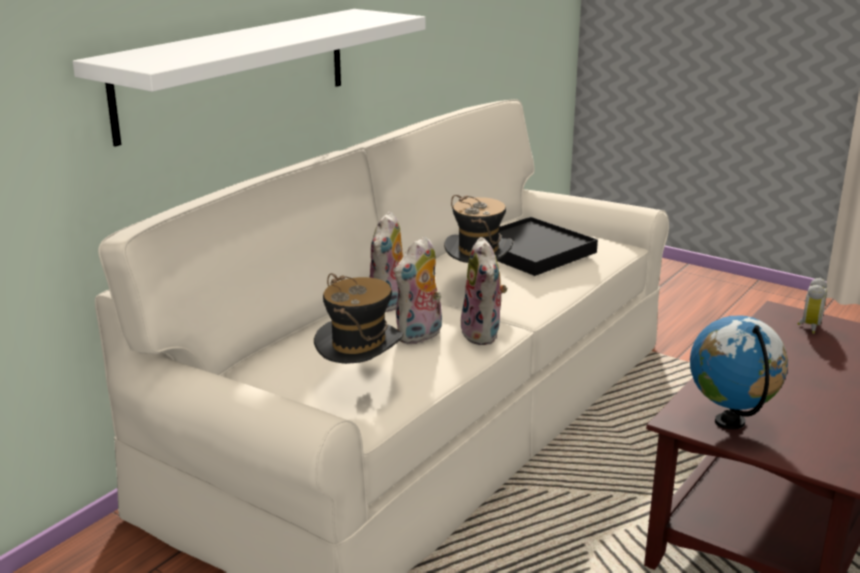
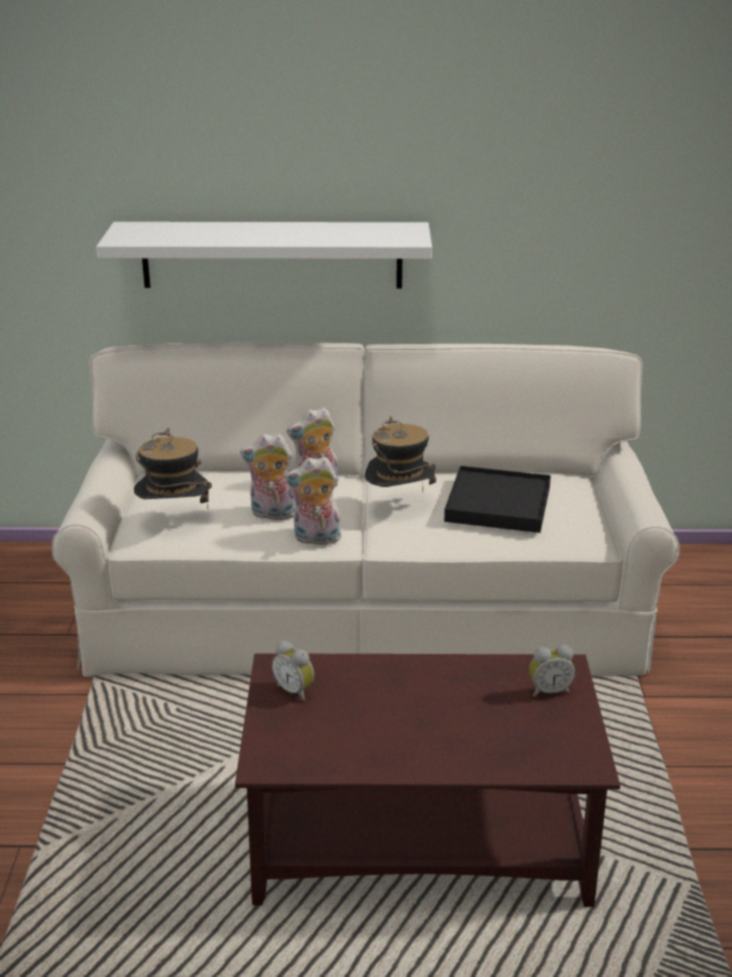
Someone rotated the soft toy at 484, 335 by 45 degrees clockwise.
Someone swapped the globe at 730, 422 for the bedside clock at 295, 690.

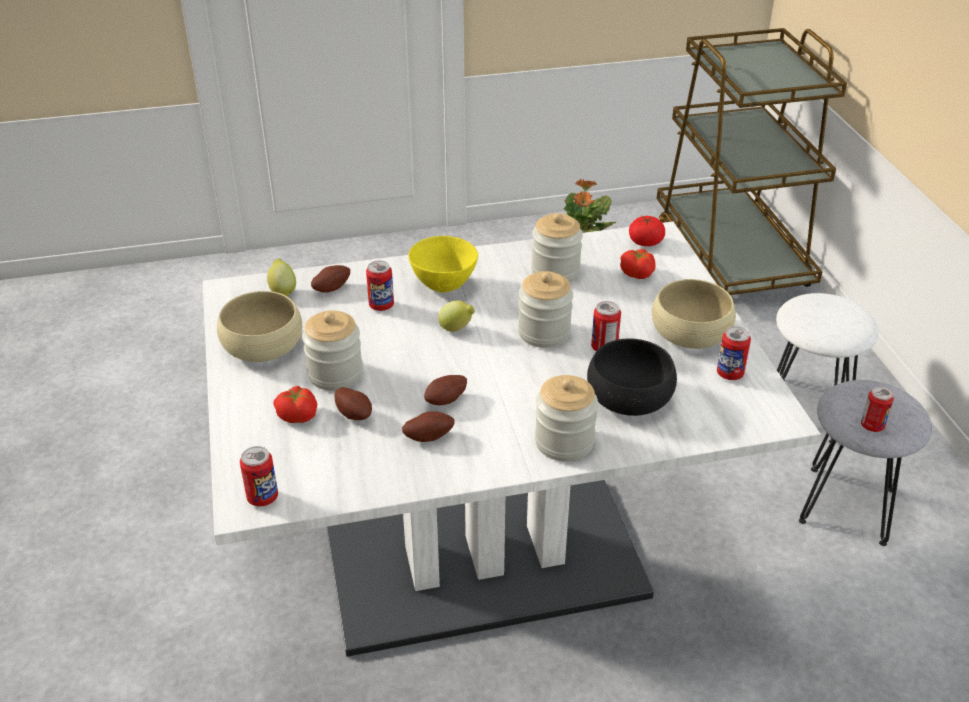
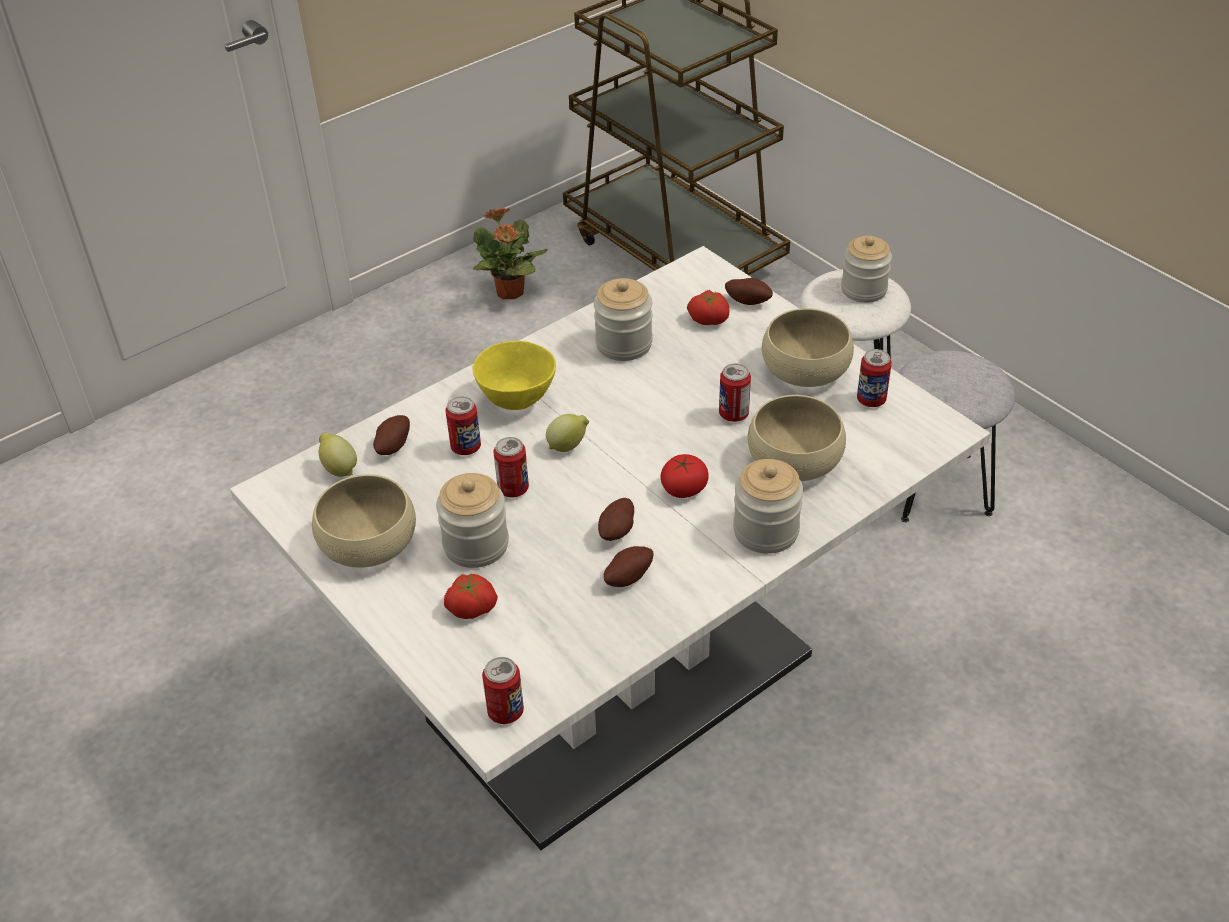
Someone carried the whole potato from 354, 414 to 748, 301.
Someone carried the storage jar from 544, 332 to 863, 289.
Someone repainted the serving bowl (black) at 629, 397, which became the serving bowl (beige-coloured) at 795, 459.
Someone carried the tomato from 645, 242 to 684, 488.
Someone carried the sealed can from 872, 426 to 513, 489.

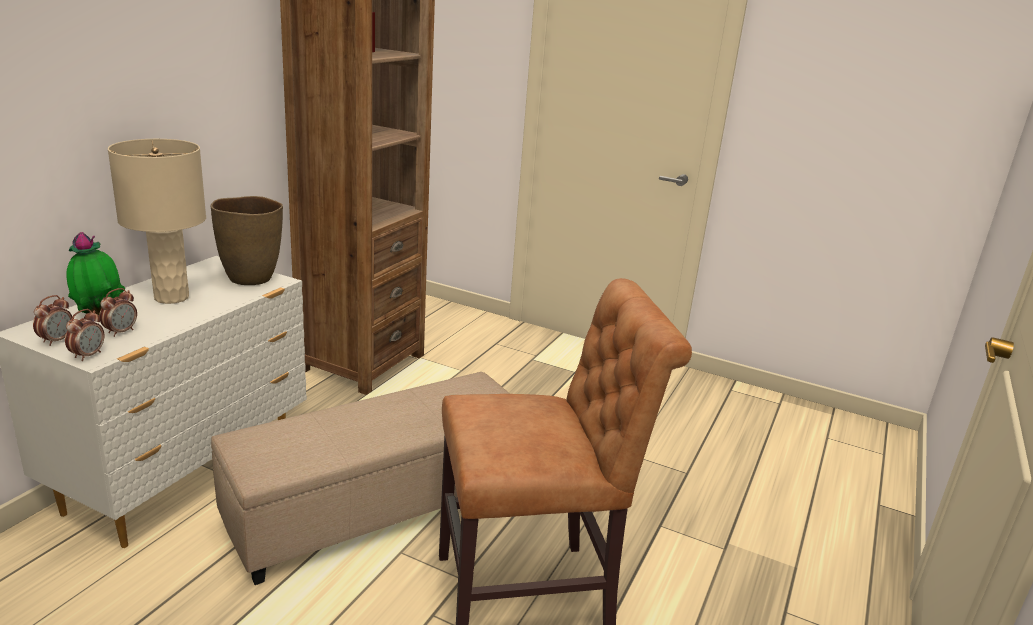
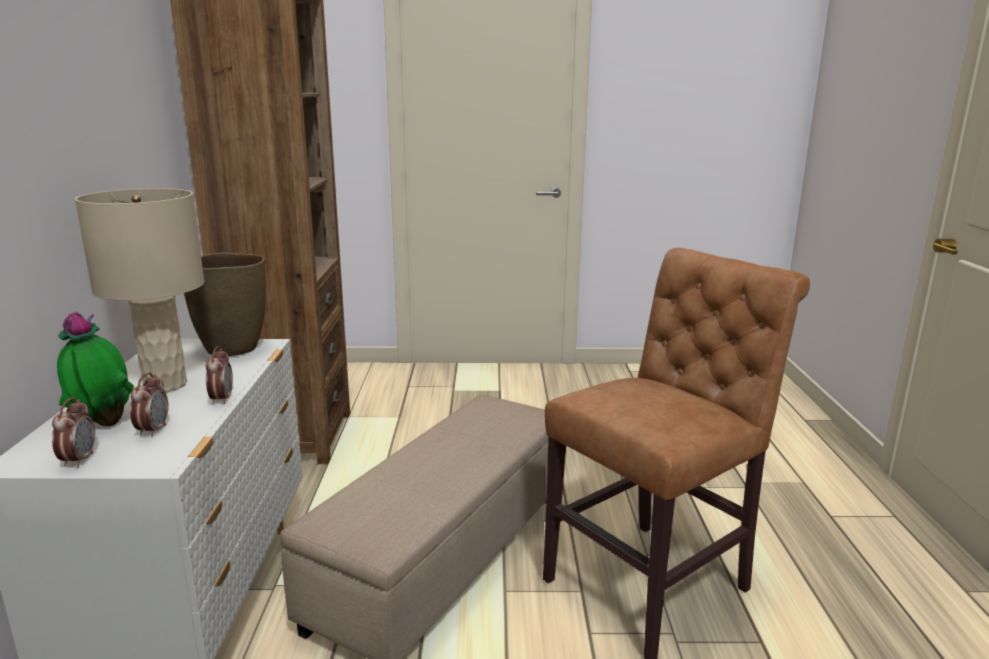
Someone carried the bedside clock from 88, 355 to 221, 399.

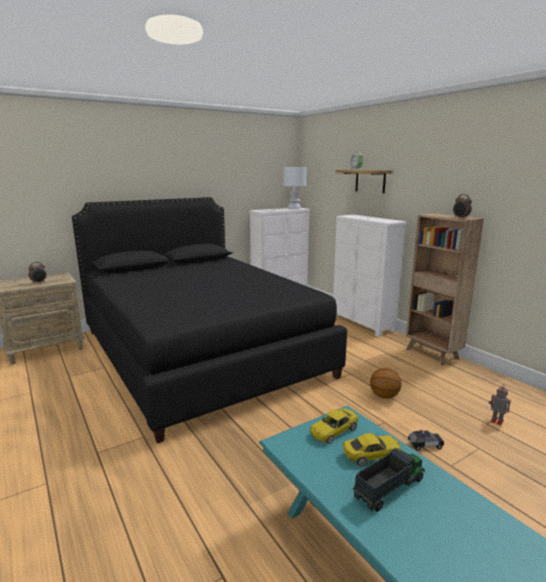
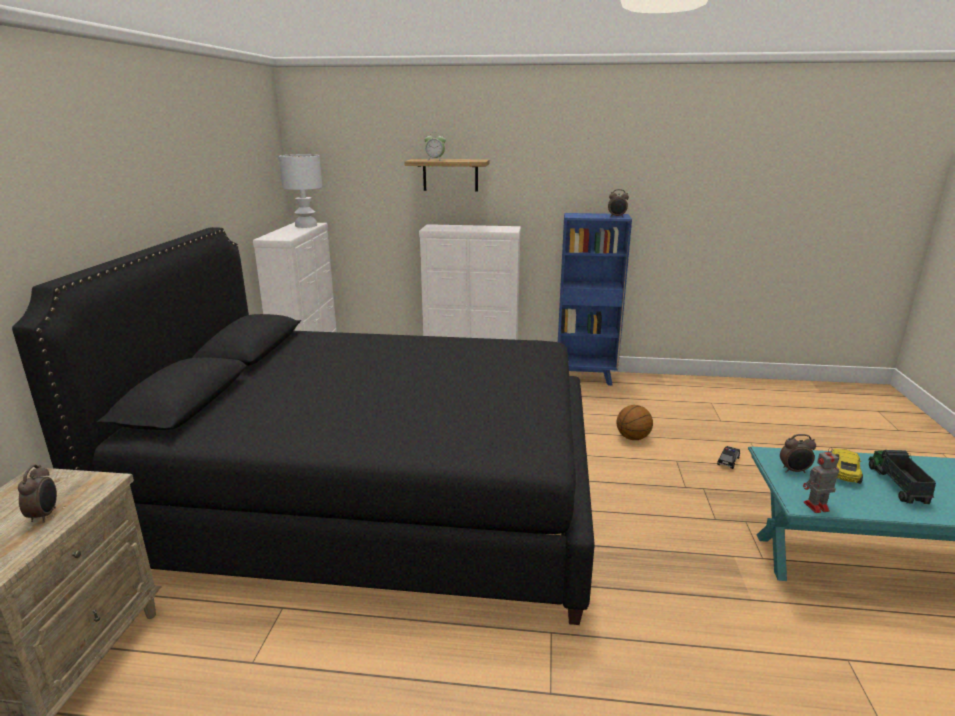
Someone swapped the model car (yellow) at 334, 430 for the bedside clock at 794, 471.
Someone repainted the bookcase (brown) at 433, 354, which became the bookcase (blue-coloured) at 586, 378.
Someone carried the robot figure from 496, 420 to 815, 506.

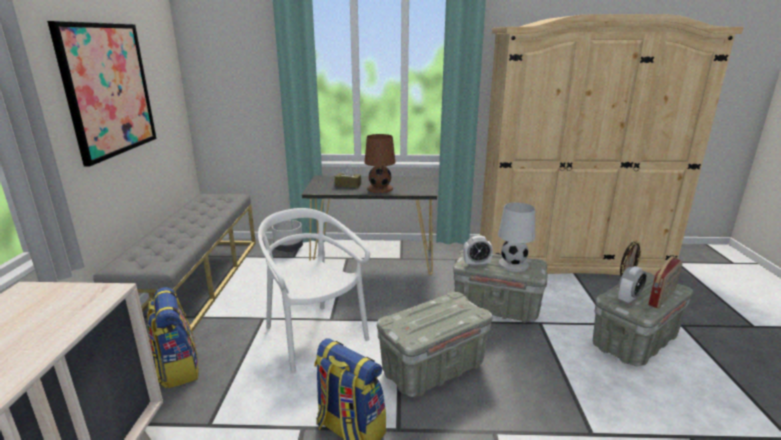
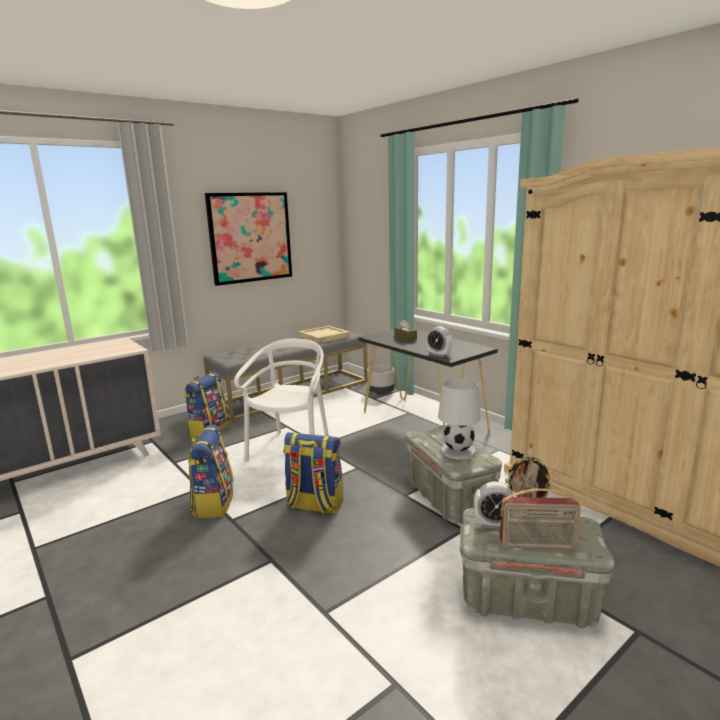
Someone took away the table lamp (brown) at 380, 188.
Someone swapped the storage bin (grey) at 433, 369 for the knapsack at 314, 505.
Someone carried the bedside clock from 476, 264 to 439, 355.
Someone put down the tray (beige-coloured) at 324, 336.

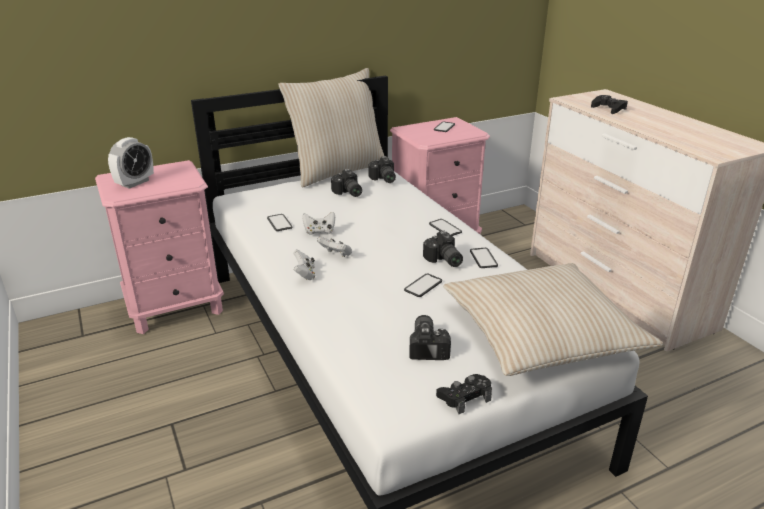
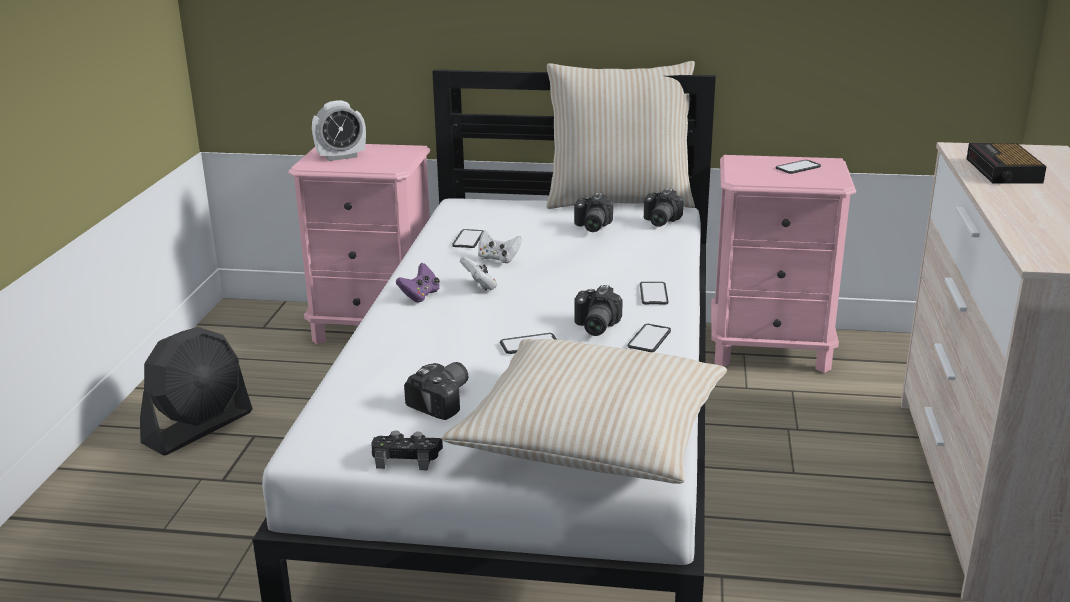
Someone repainted the game controller (whitish) at 305, 274, which became the game controller (purple-coloured) at 420, 296.
Someone swapped the game controller (black) at 609, 109 for the bedside clock at 1004, 171.
Someone put down the fan (black) at 199, 428.

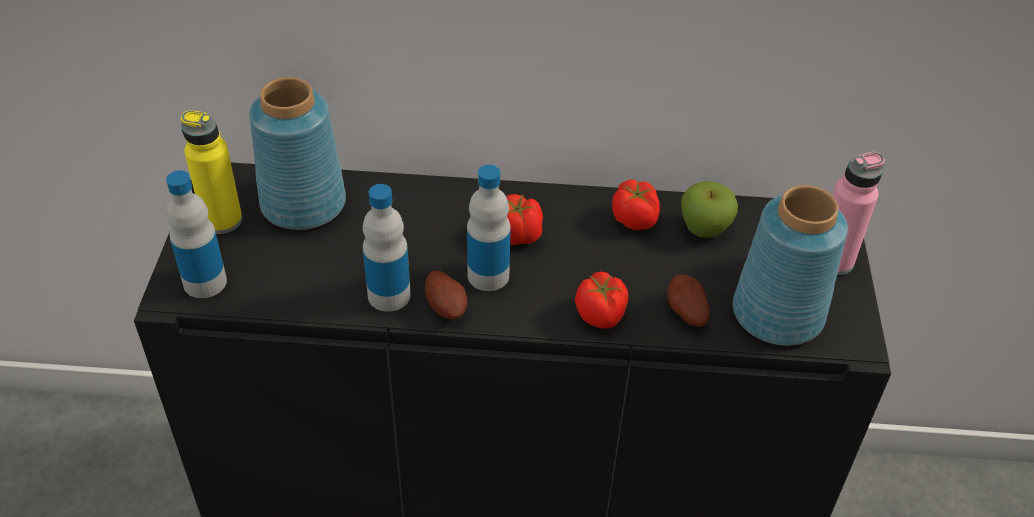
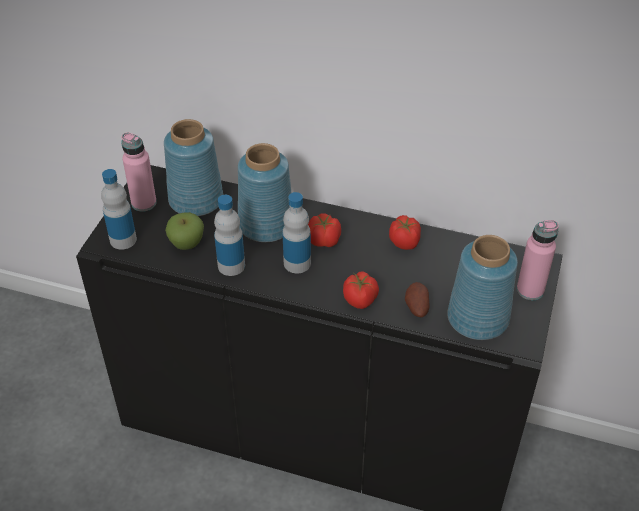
Someone repainted the drink bottle (yellow) at 222, 220, which became the drink bottle (pink) at 144, 203.
Someone took away the whole potato at 447, 307.
Someone carried the apple fruit from 704, 229 to 186, 244.
Someone put down the flower vase (blue-coloured) at 265, 225.

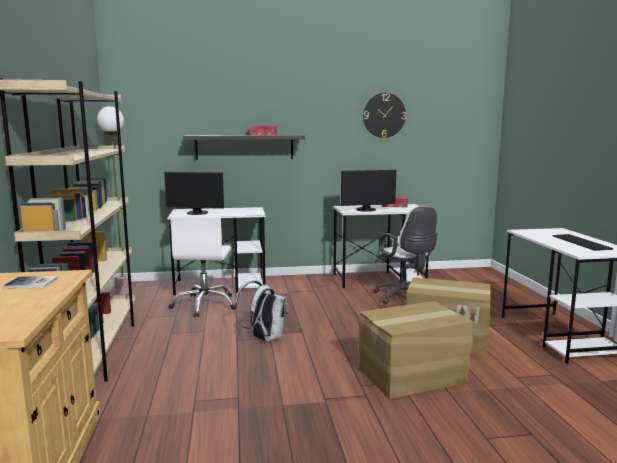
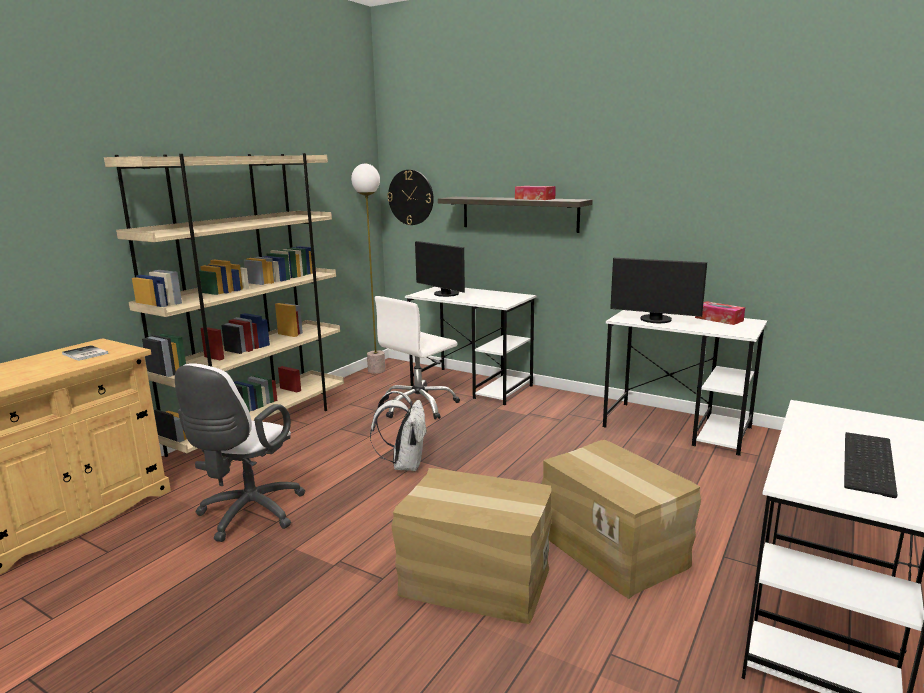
Someone carried the wall clock from 384, 115 to 411, 197.
Someone carried the computer chair (whitish) from 405, 298 to 248, 515.

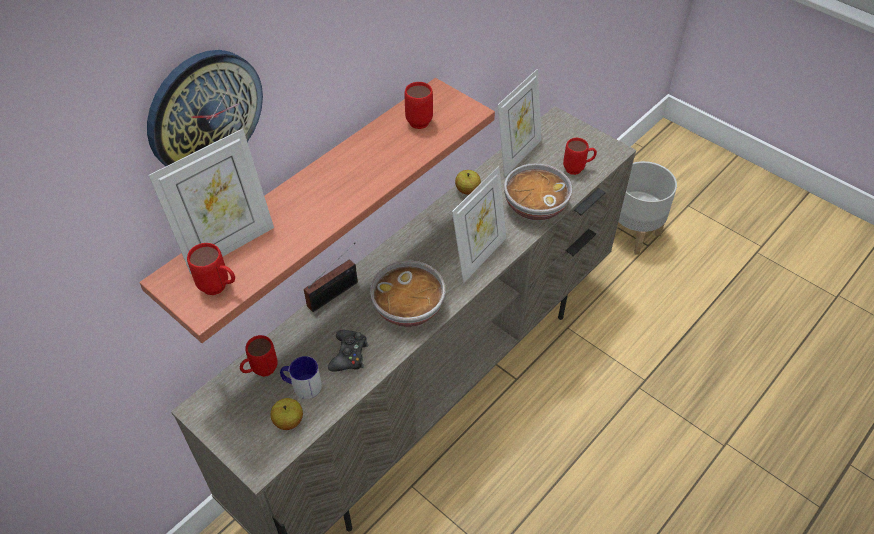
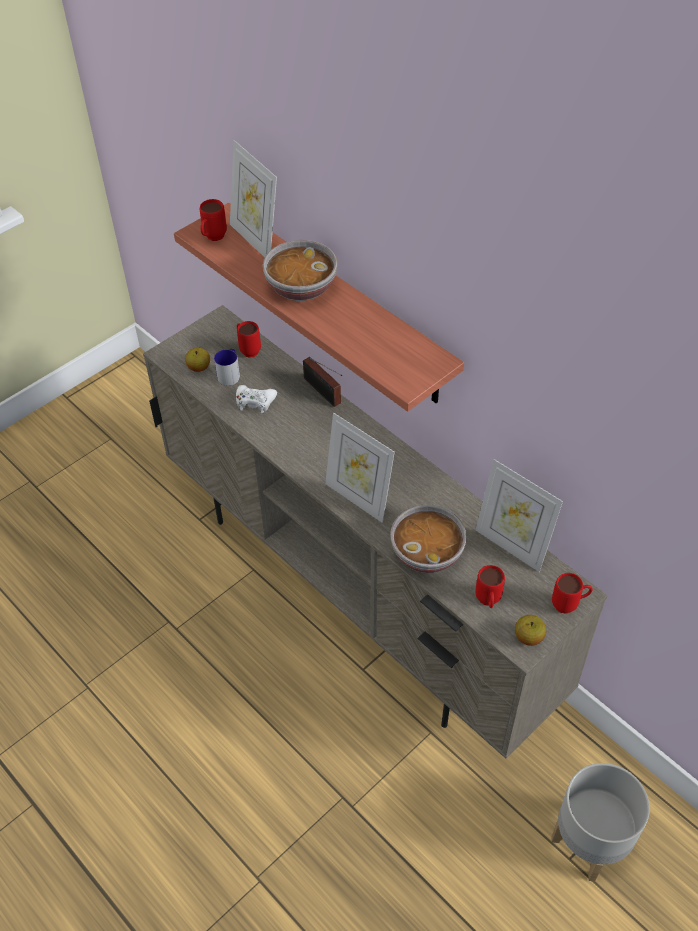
Someone took away the wall clock at 204, 112.
Someone repainted the game controller (black) at 349, 355, which became the game controller (whitish) at 255, 402.
Someone carried the serving bowl from 409, 309 to 300, 288.
Someone carried the mug (reddish) from 418, 119 to 569, 605.
Someone carried the apple fruit from 467, 190 to 528, 637.

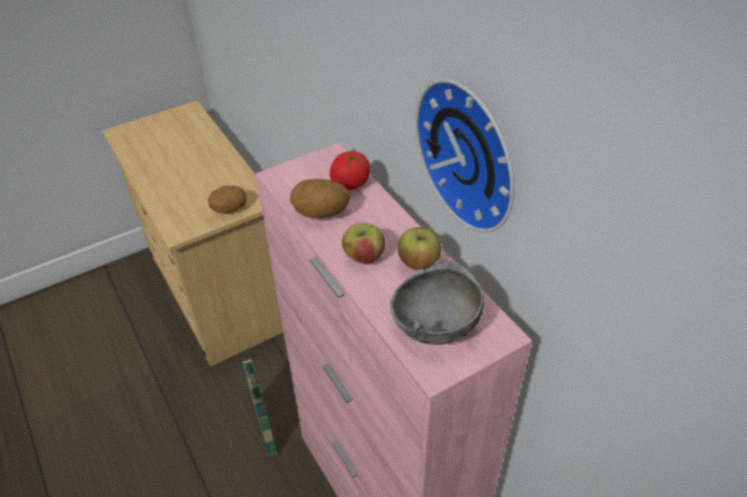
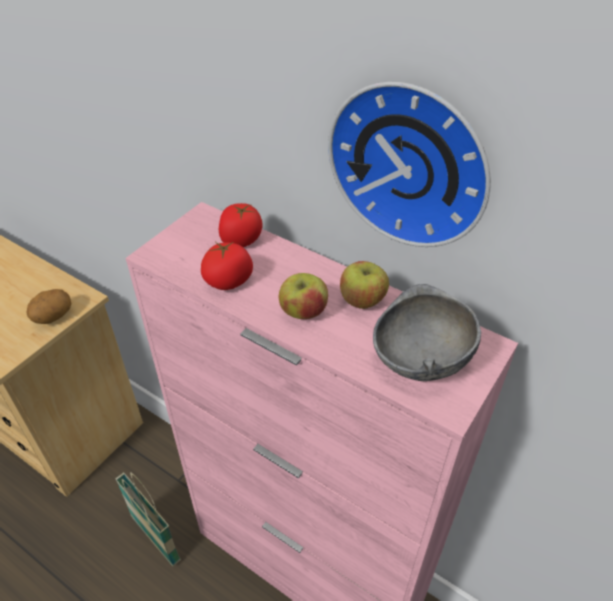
Someone swapped the whole potato at 321, 214 for the tomato at 228, 281.

